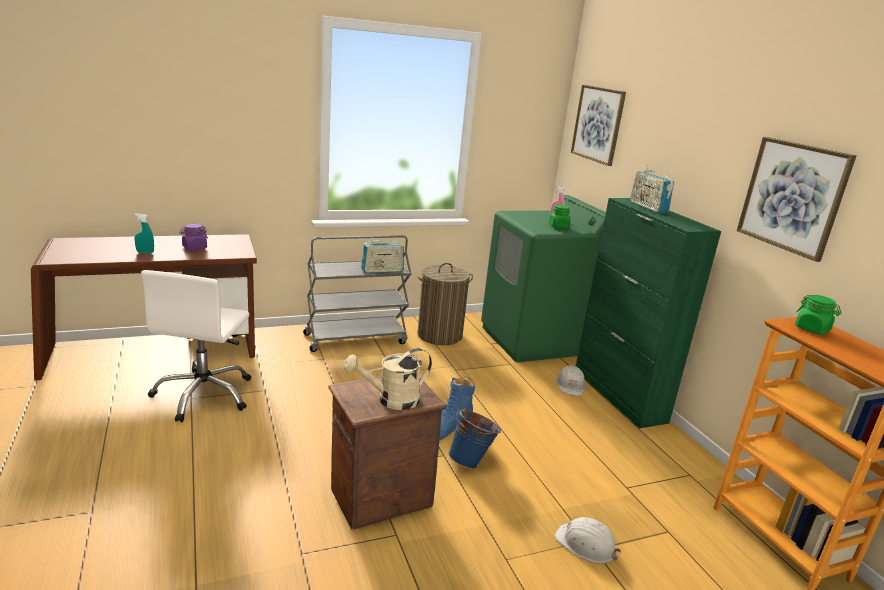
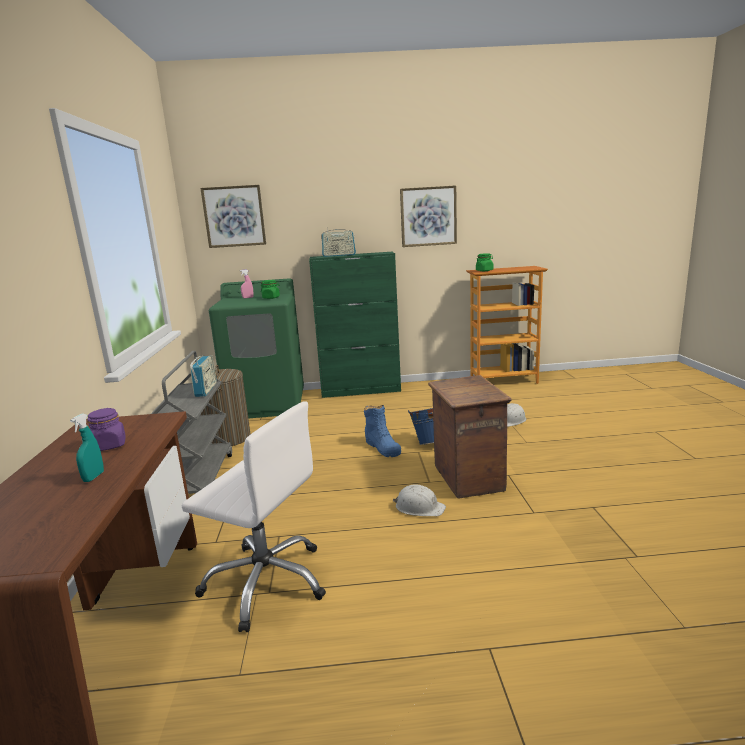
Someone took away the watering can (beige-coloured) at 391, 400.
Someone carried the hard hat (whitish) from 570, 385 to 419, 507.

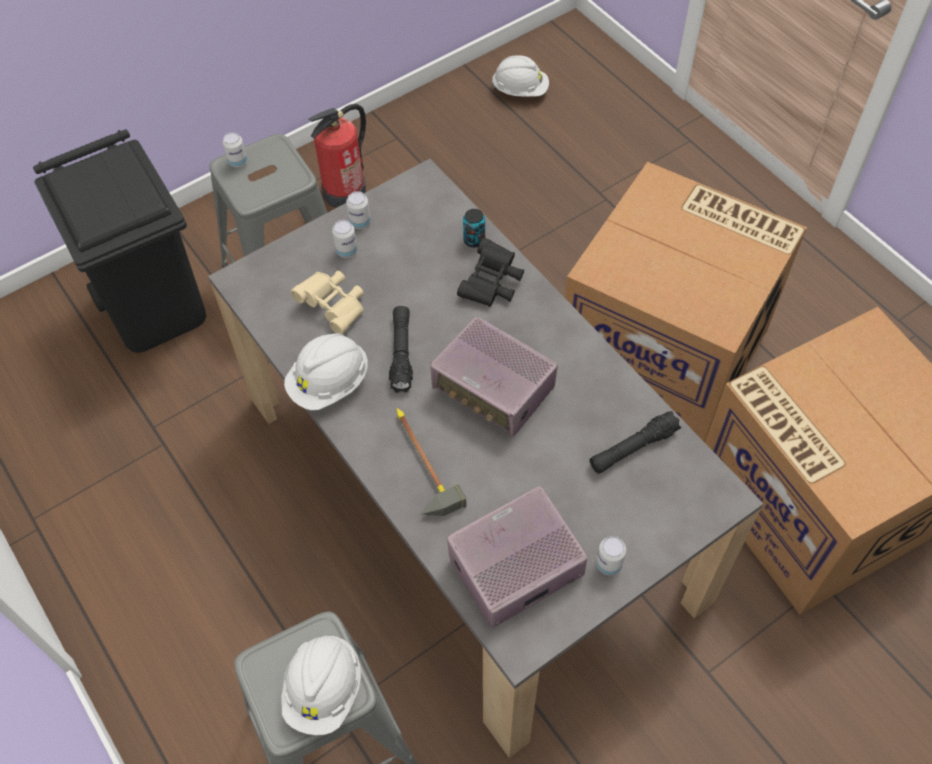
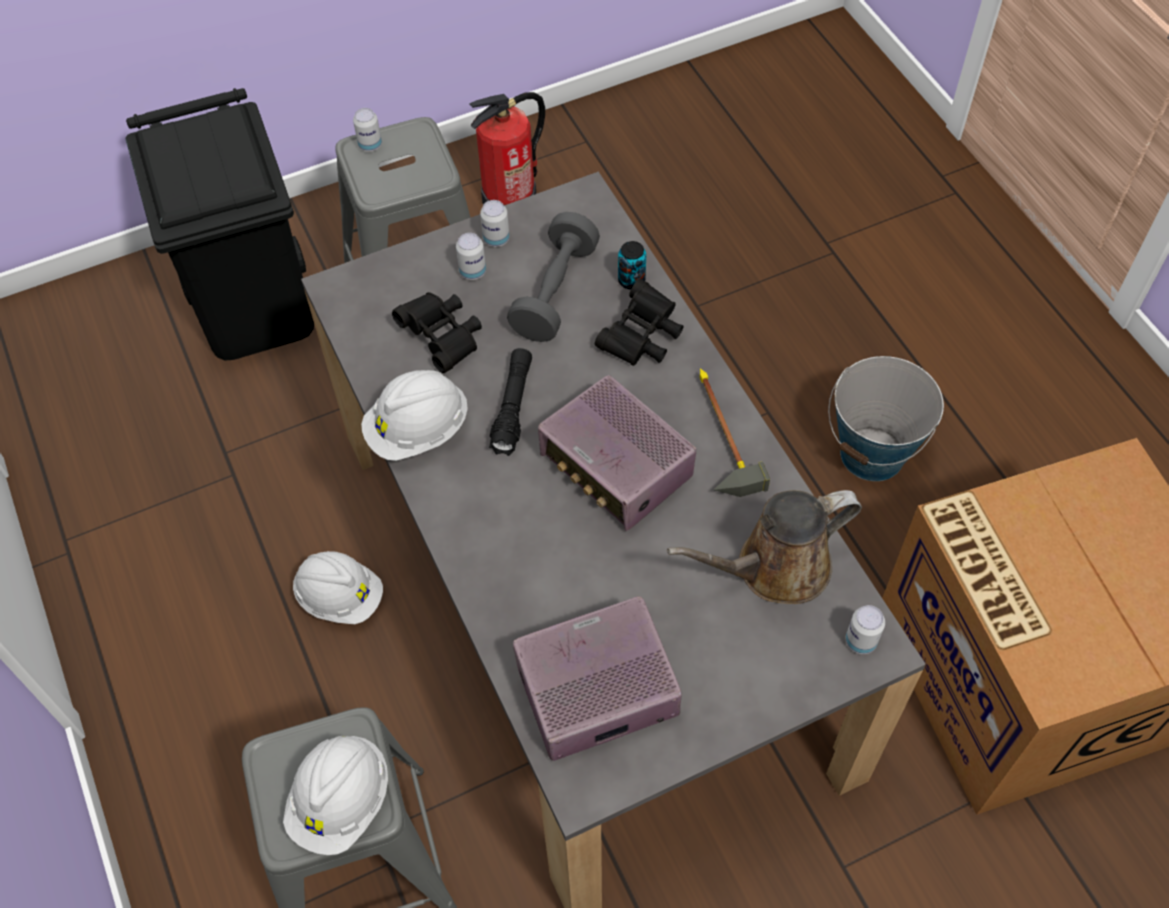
Someone repainted the pair of binoculars (beige-coloured) at 334, 307, which became the pair of binoculars (black) at 443, 338.
Someone carried the tool hammer from 417, 464 to 716, 435.
Someone carried the hard hat (whitish) from 520, 90 to 340, 597.
Someone swapped the cardboard box at 667, 350 for the water bucket at 872, 454.
Someone swapped the flashlight (black) at 633, 448 for the watering can (brown) at 774, 568.
Someone carried the sealed can from 608, 564 to 860, 641.
Someone put down the free weight (grey) at 555, 292.

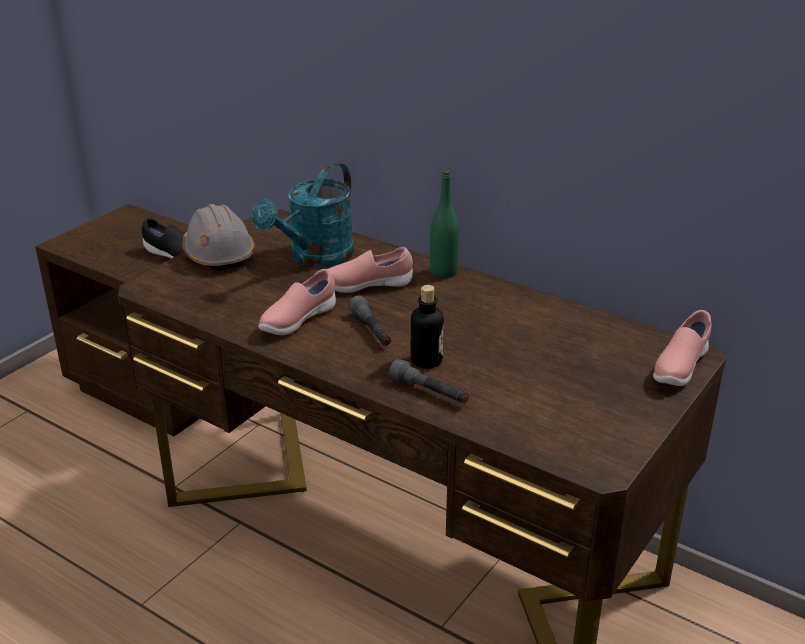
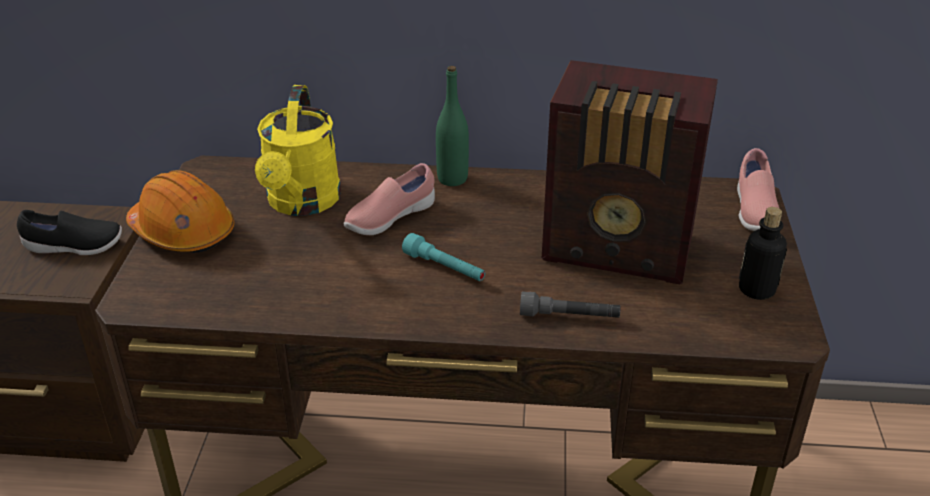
Someone repainted the hard hat (grey) at 218, 254, which became the hard hat (orange) at 183, 232.
Someone repainted the watering can (blue-green) at 315, 258, which became the watering can (yellow) at 301, 203.
Someone took away the shoe (pink) at 297, 320.
Someone repainted the flashlight (grey) at 371, 330, which became the flashlight (blue-green) at 444, 268.
Someone carried the drink bottle from 426, 361 to 756, 289.
Someone put down the radio receiver at 620, 250.

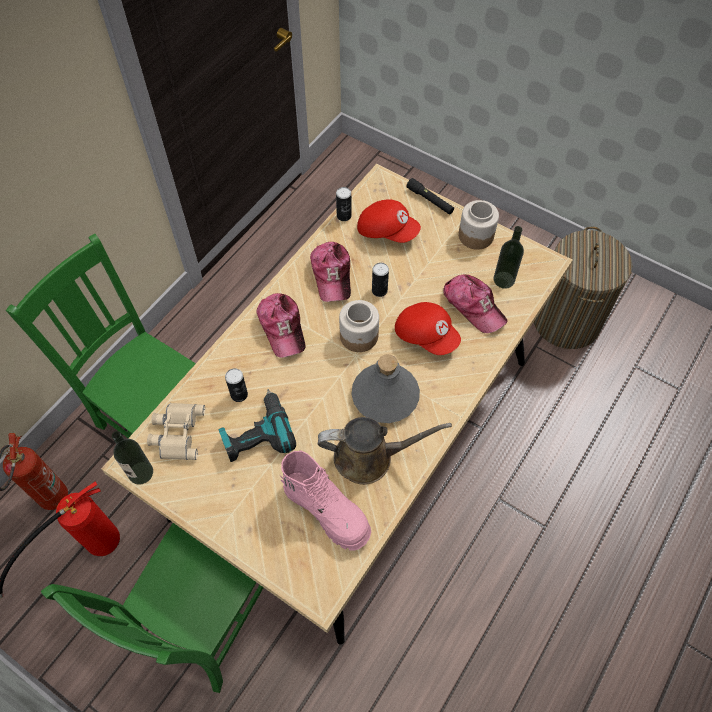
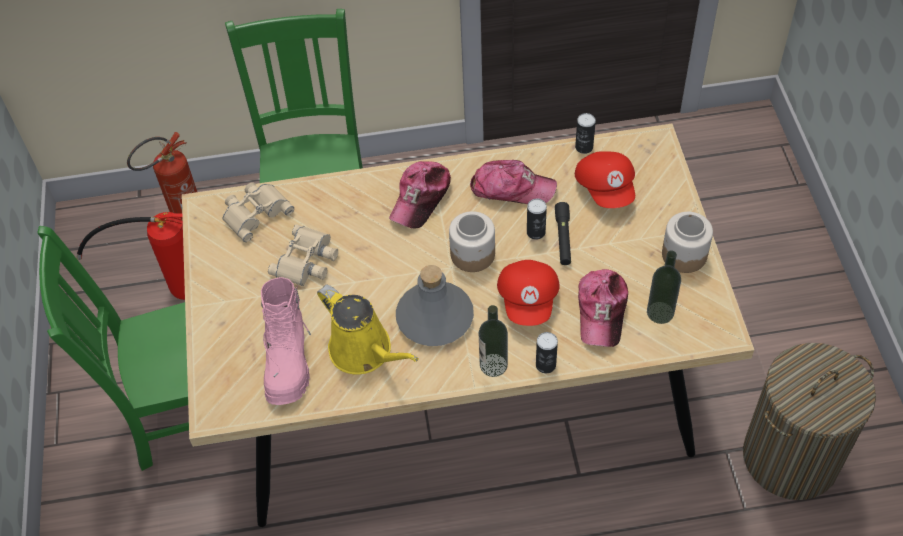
Someone carried the drink bottle from 141, 473 to 493, 365.
Someone swapped the electric drill at 256, 433 for the pair of binoculars (beige-coloured) at 307, 261.
Someone carried the sealed can from 239, 394 to 545, 365.
Someone rotated the peaked cap at 332, 275 by 120 degrees counterclockwise.
Someone repainted the watering can (brown) at 369, 457, which became the watering can (yellow) at 365, 351.
Someone carried the flashlight (black) from 430, 200 to 563, 238.

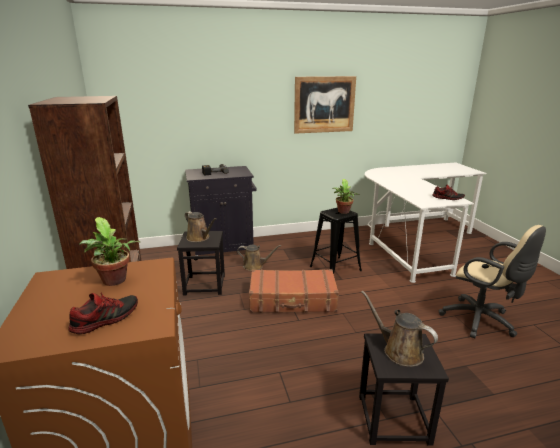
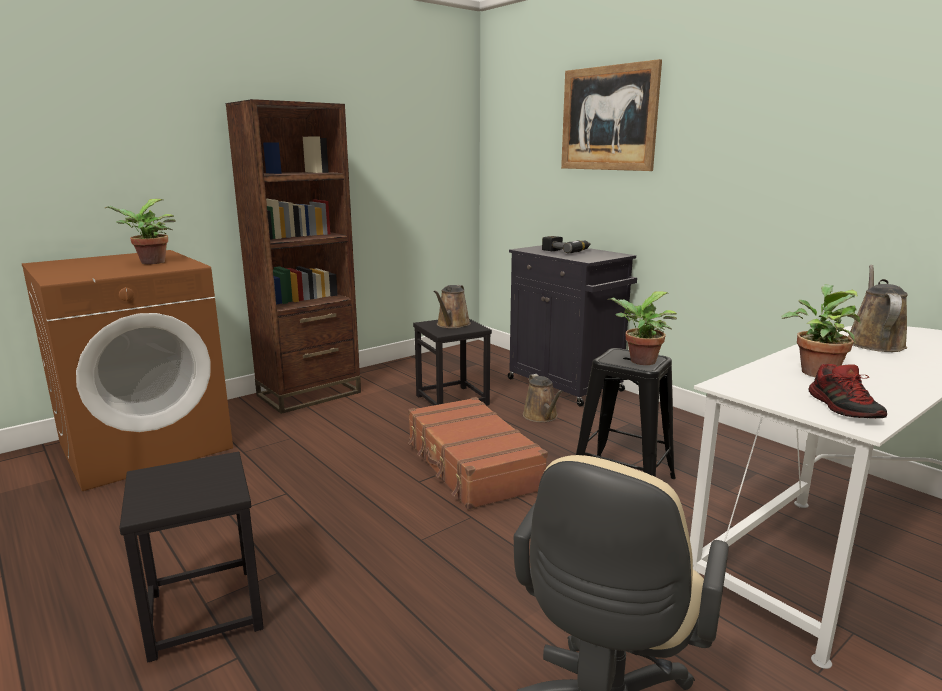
Someone took away the shoe at 105, 319.
Someone carried the picture from 324, 104 to 608, 118.
Someone carried the watering can (brown) from 399, 351 to 873, 342.
Someone put down the houseplant at 816, 371.

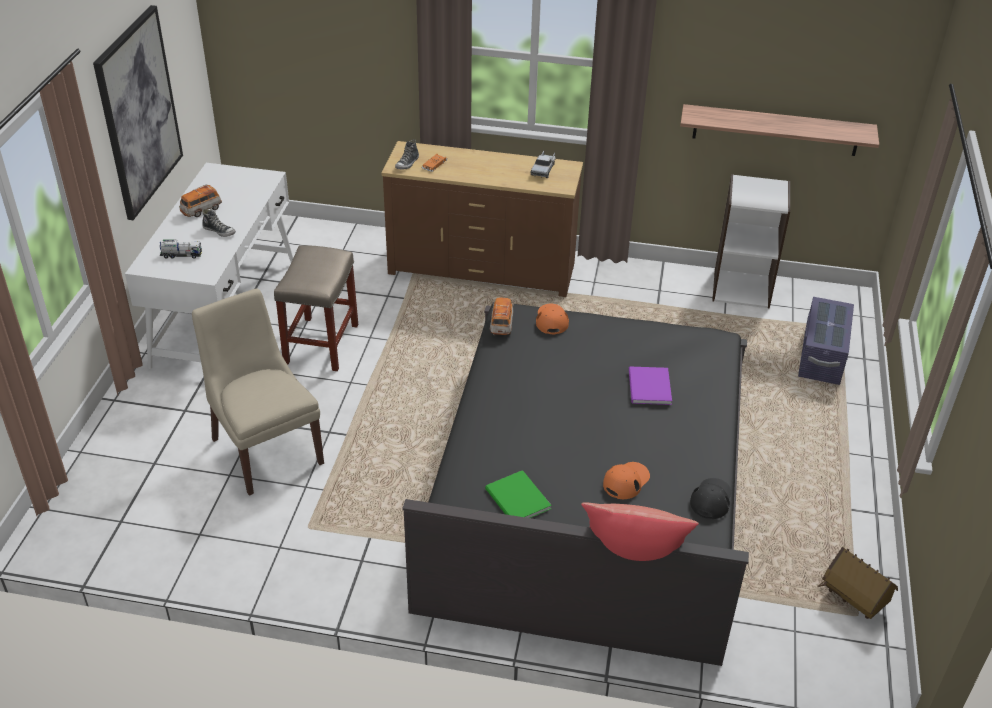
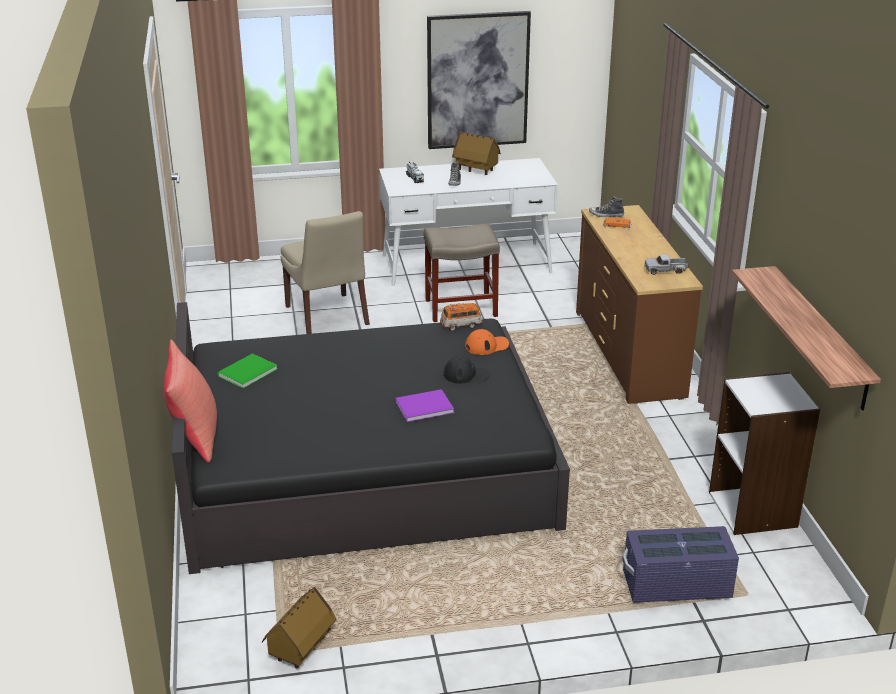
Someone swapped the model car at 201, 210 for the toy house at 475, 171.
Someone rotated the upright chair (beige-coloured) at 265, 448 by 120 degrees clockwise.
Someone took away the peaked cap (orange) at 626, 481.
Someone carried the peaked cap (black) from 711, 499 to 466, 375.

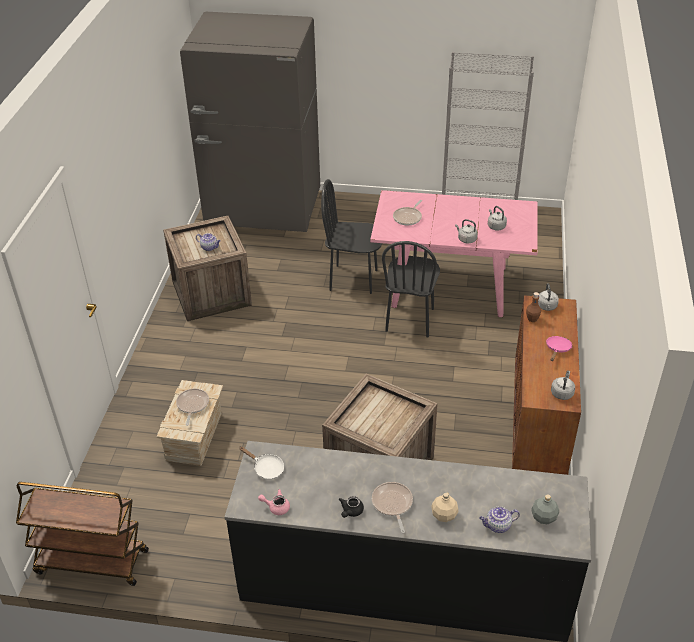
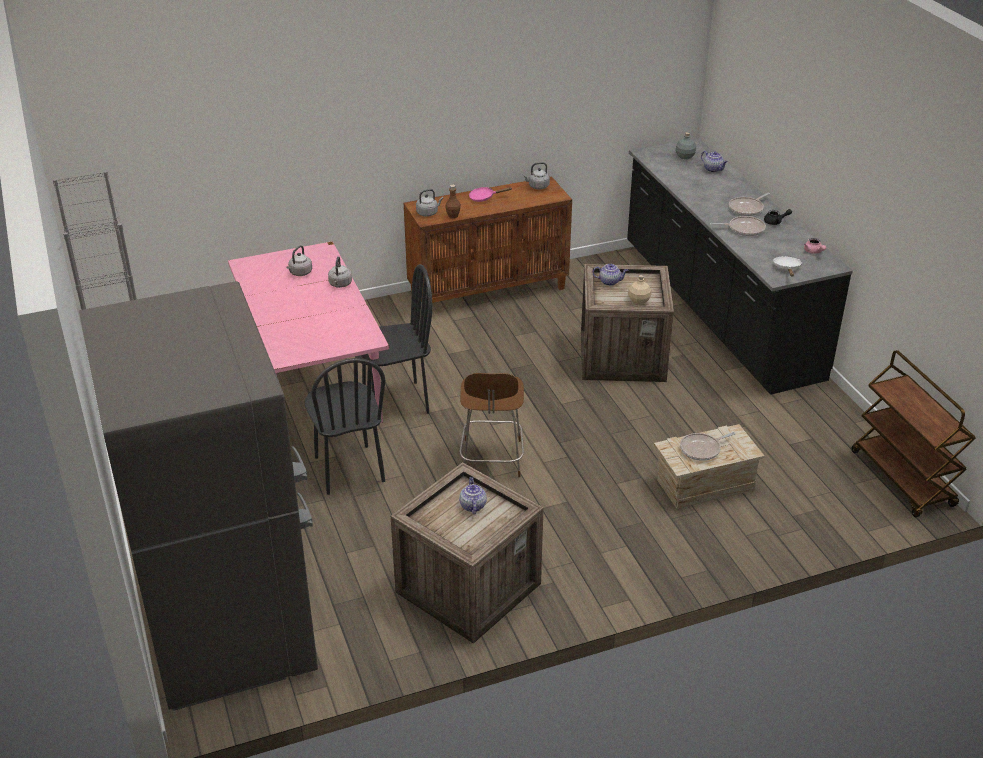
Someone carried the frying pan from 408, 217 to 744, 229.
Someone carried the drink bottle (beige-coloured) from 444, 515 to 639, 300.
Someone put down the upright chair (brown) at 491, 460.
Someone put down the teapot at 610, 281.

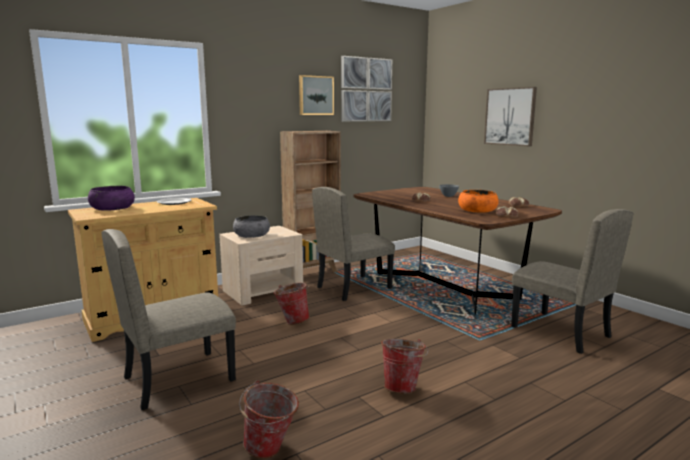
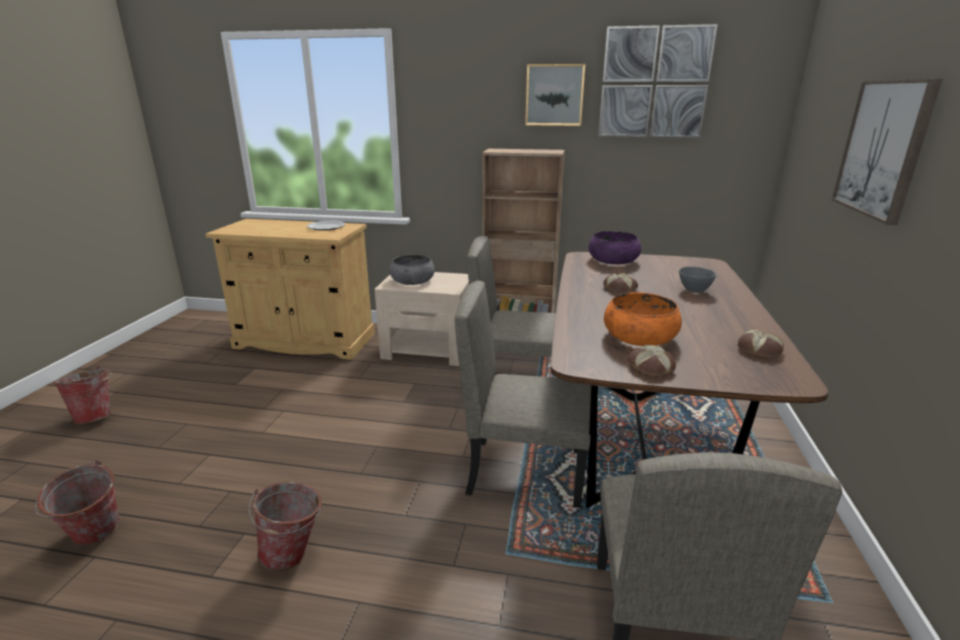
Someone carried the serving bowl (purple-coloured) from 112, 208 to 613, 260.
Someone carried the upright chair (beige-coloured) from 178, 378 to 525, 471.
Someone carried the water bucket from 292, 321 to 96, 416.

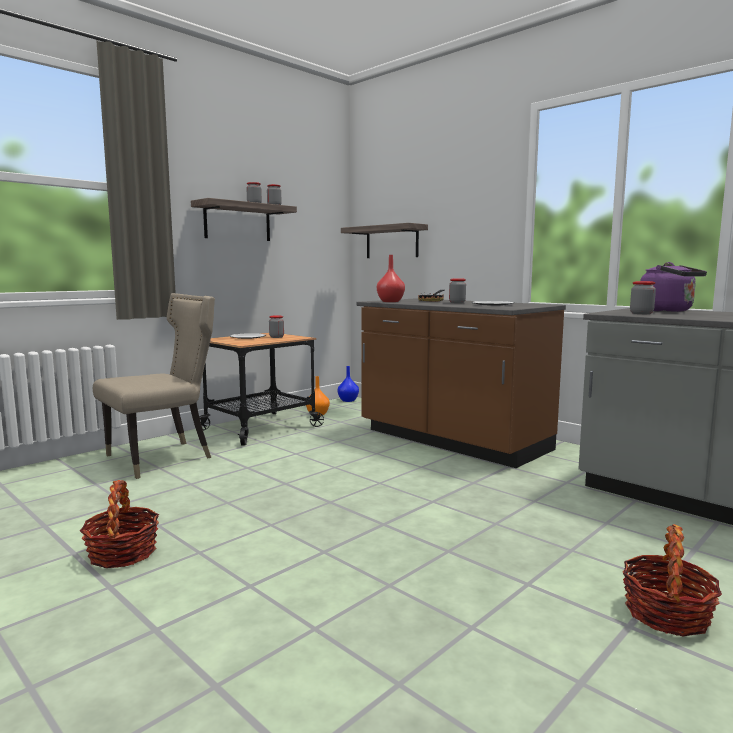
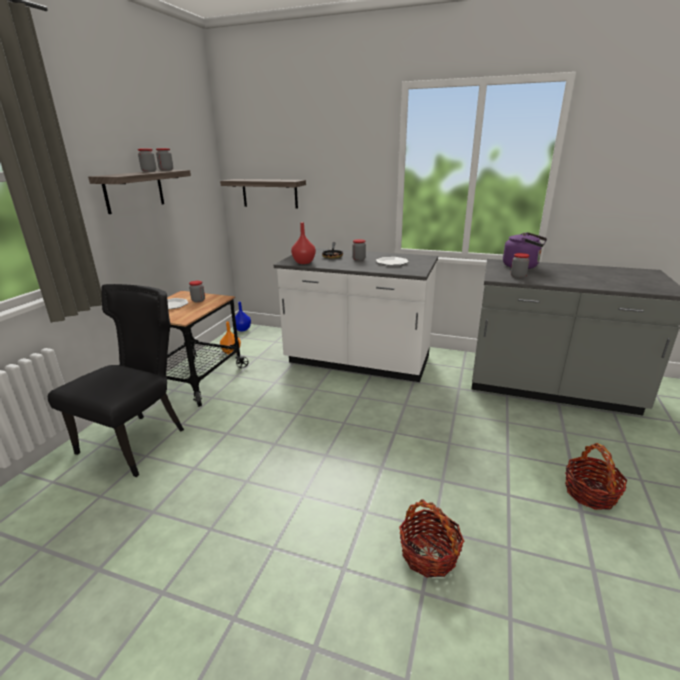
Someone carried the household basket from 122, 553 to 428, 554.
Someone repainted the upright chair (beige-coloured) at 164, 457, which became the upright chair (black) at 138, 441.
Someone repainted the counter (brown) at 452, 441, which became the counter (whitish) at 357, 362.

